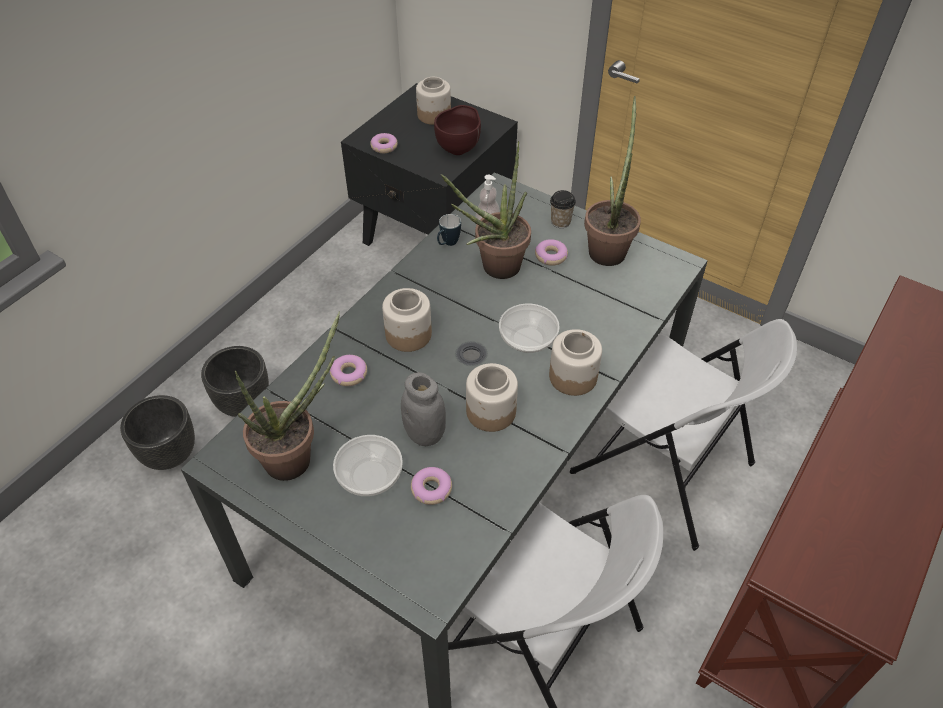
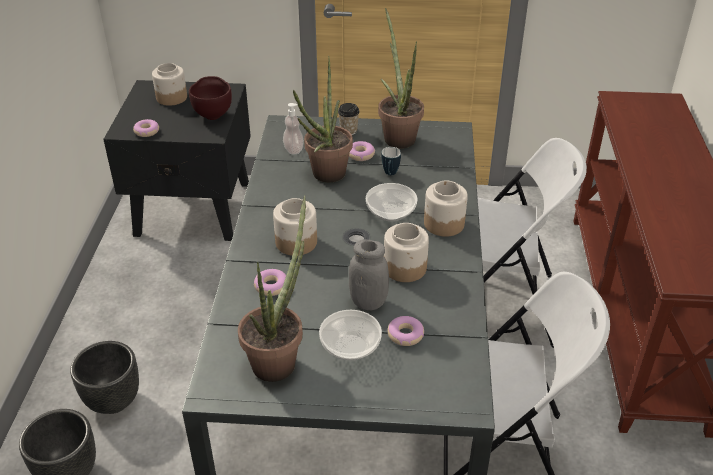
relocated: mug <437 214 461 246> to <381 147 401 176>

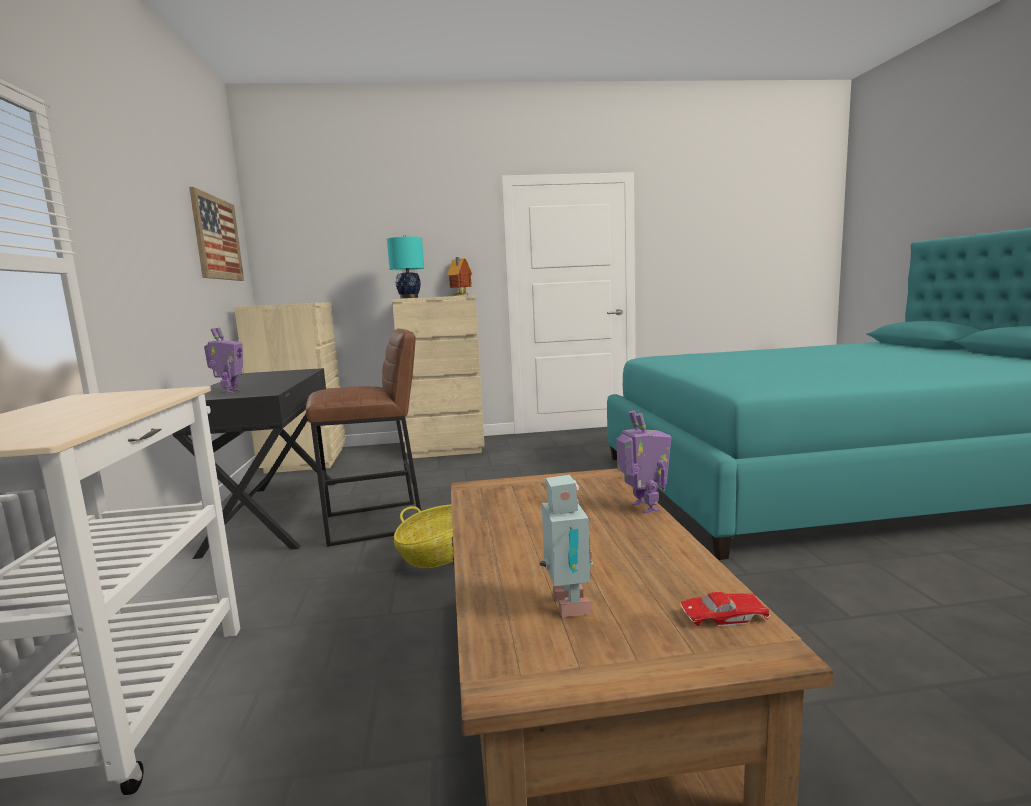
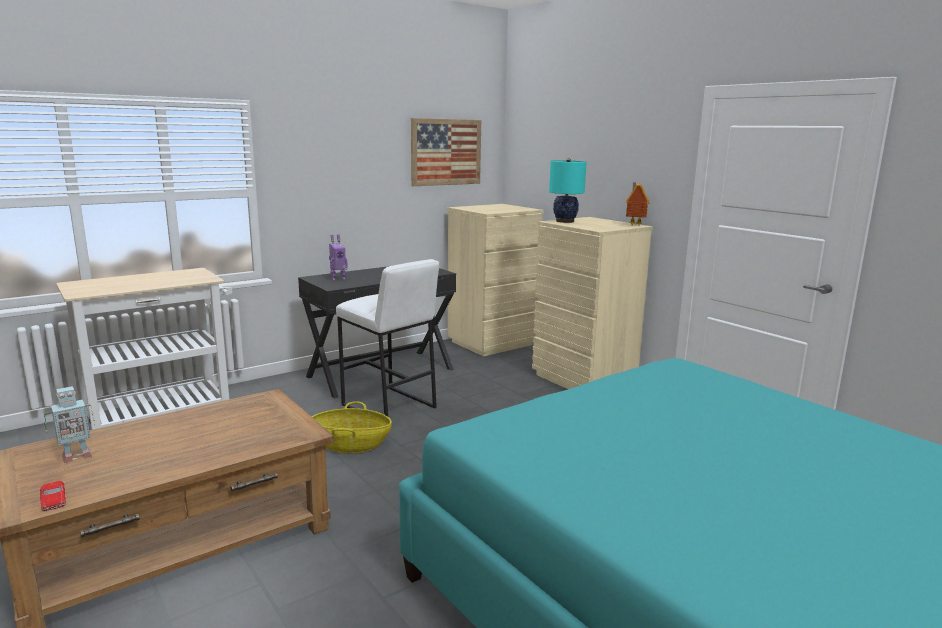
missing: toy robot <616 410 671 514>
colour: brown stool <306 328 421 547> to white stool <336 259 439 416>

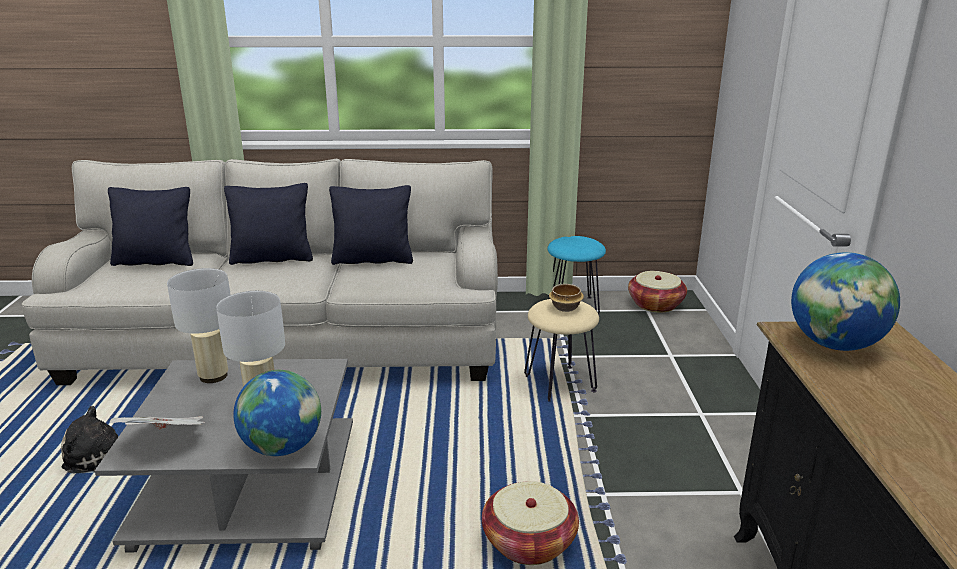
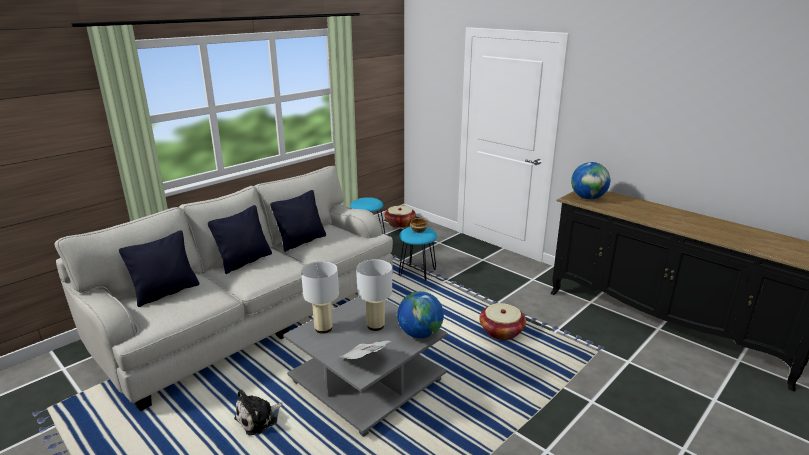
colour: beige stool <524 299 599 402> to turquoise stool <399 227 437 281>

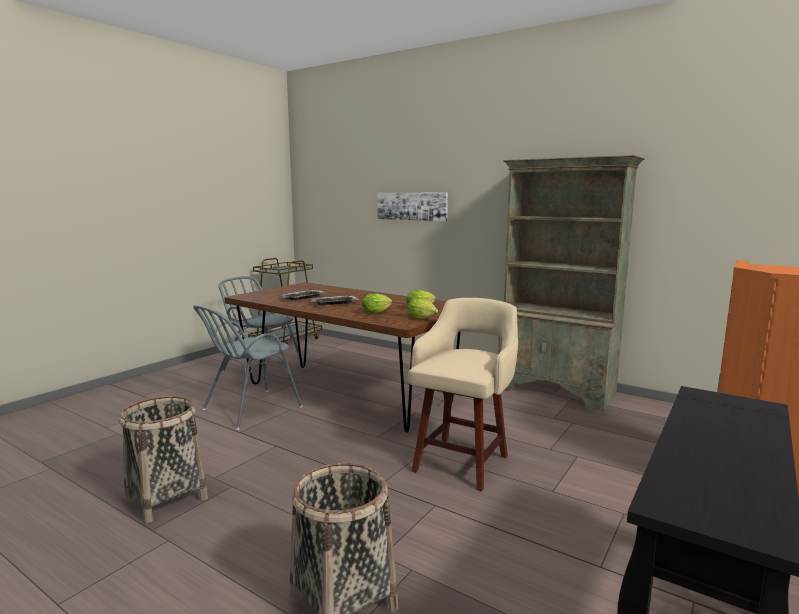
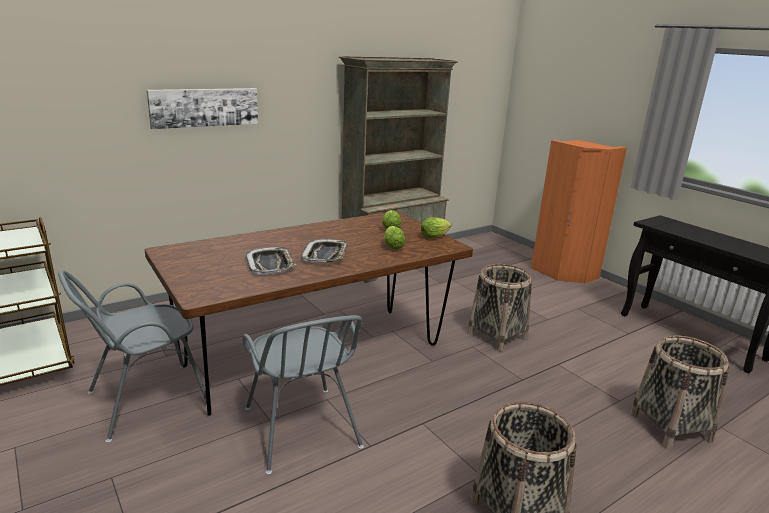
exchanged: beige stool <409 298 518 491> to basket <467 264 532 352>

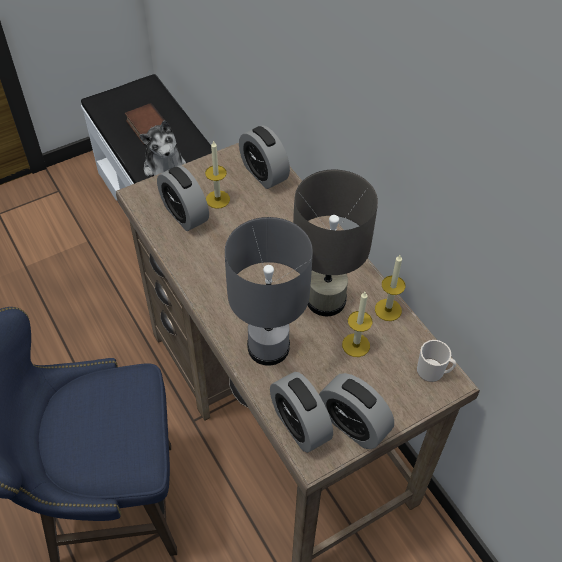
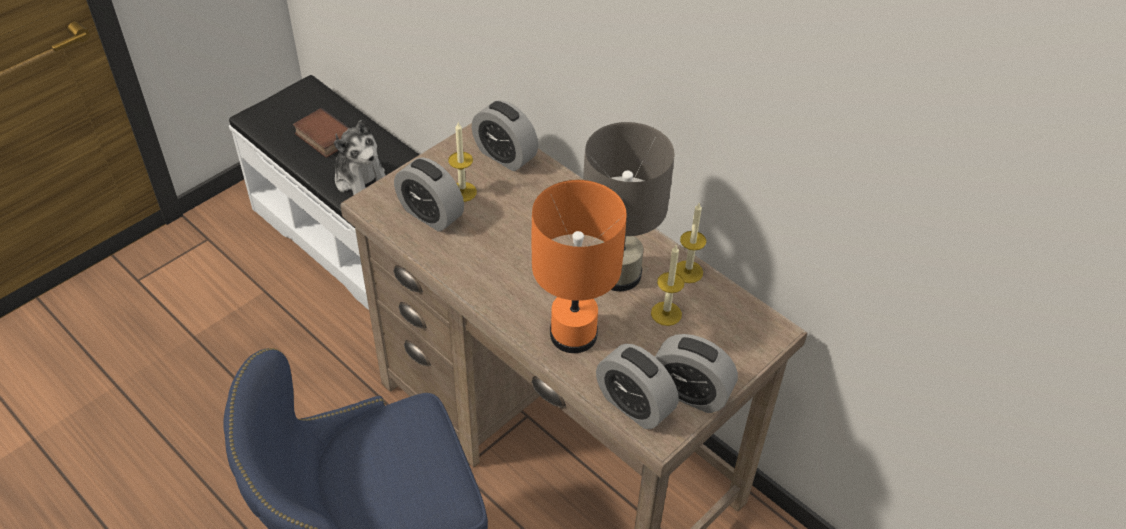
missing: mug <417 340 456 382>
colour: grey table lamp <225 217 313 366> to orange table lamp <532 180 626 353>

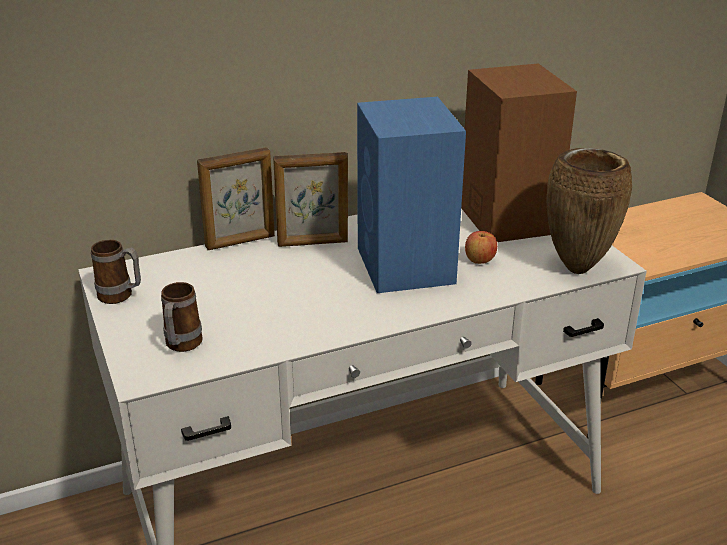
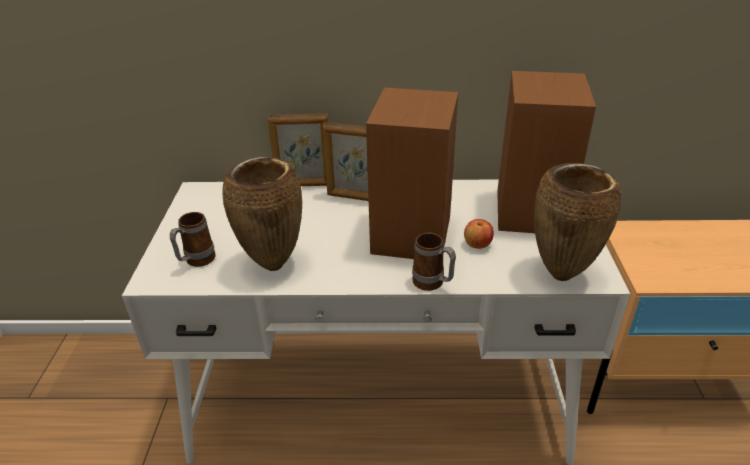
appeared: brown vase <222 157 302 271>
relocated: mug <91 240 141 304> to <412 233 456 291>
colour: blue speaker <357 97 466 293> to brown speaker <366 88 458 259>

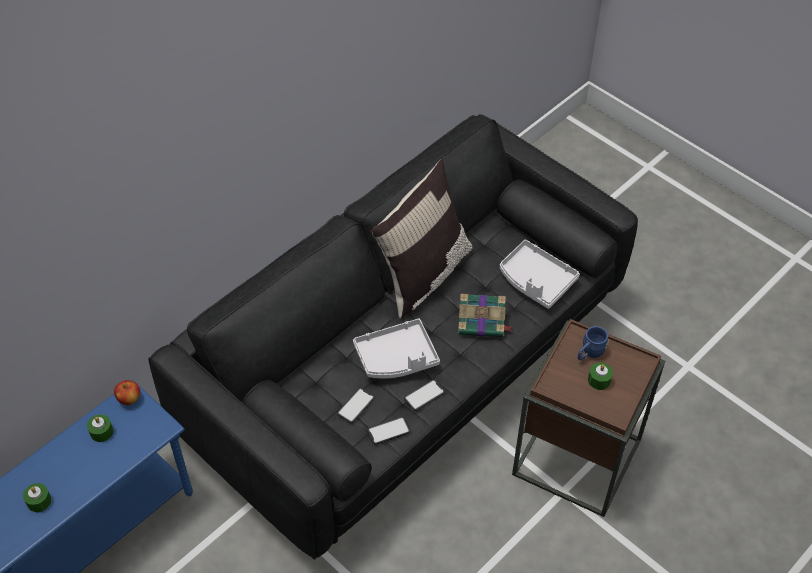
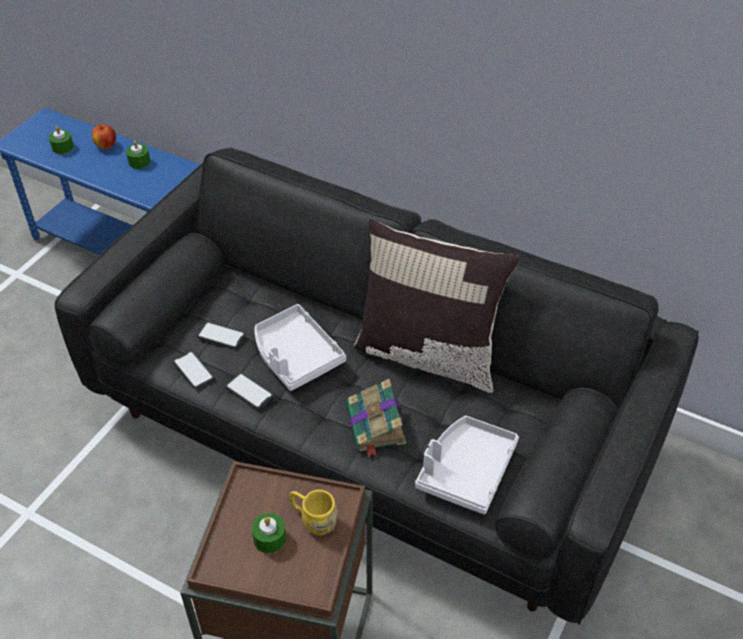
relocated: apple <114 380 140 405> to <92 124 116 149>
colour: blue mug <578 326 608 360> to yellow mug <289 490 338 536>

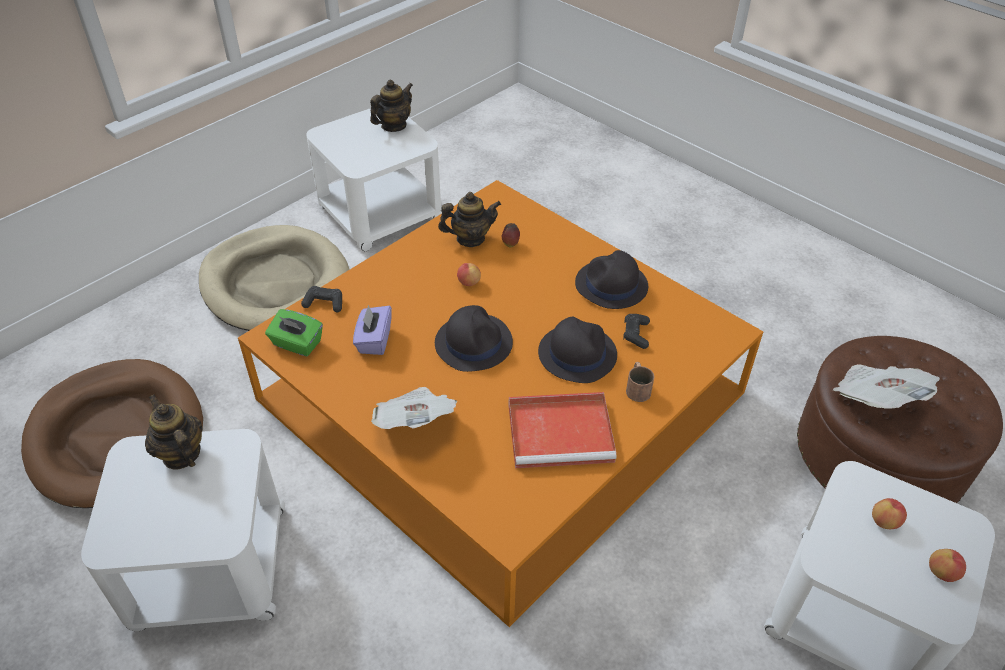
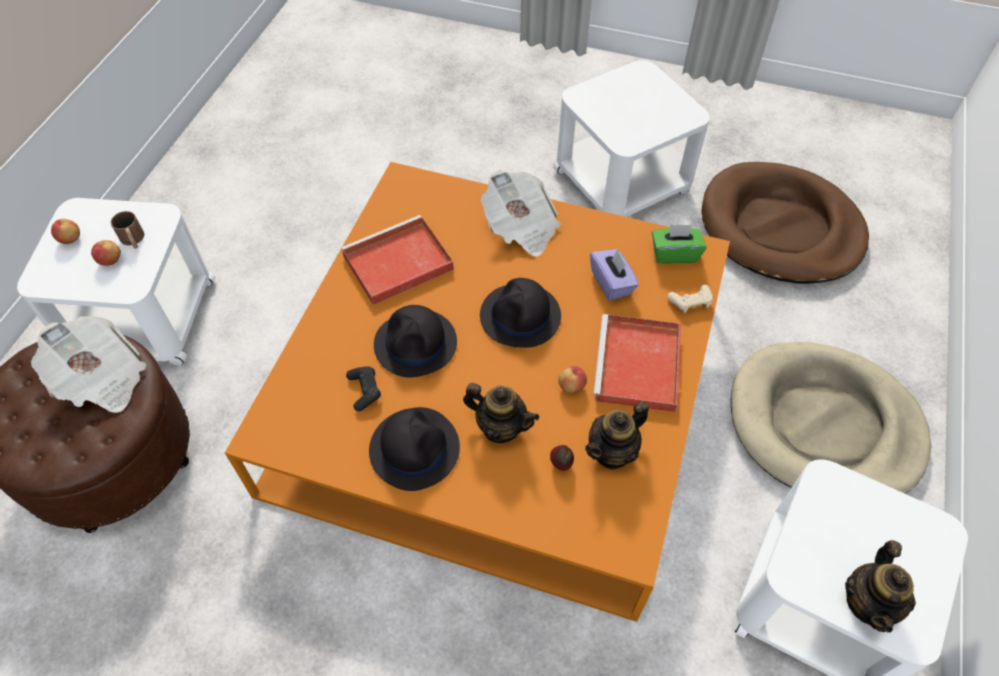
appeared: red tray <593 314 681 412>
relocated: brown mug <626 362 654 402> to <111 211 144 249>; teapot <145 394 203 470> to <463 383 539 443>
colour: black game controller <301 286 342 312> to beige game controller <667 285 713 313>

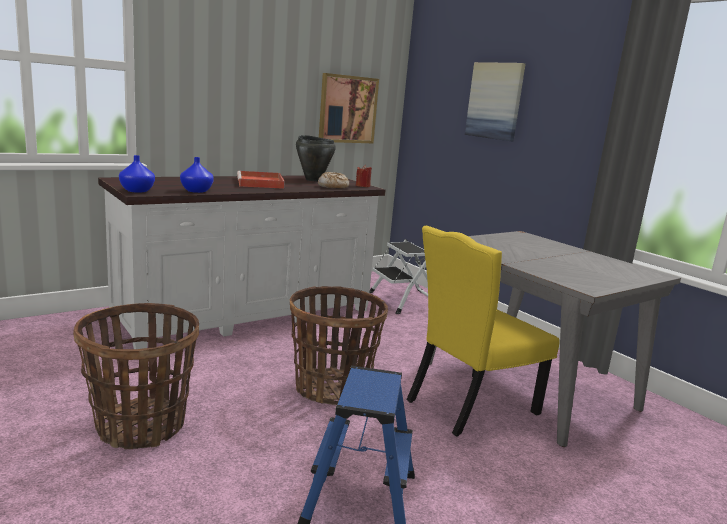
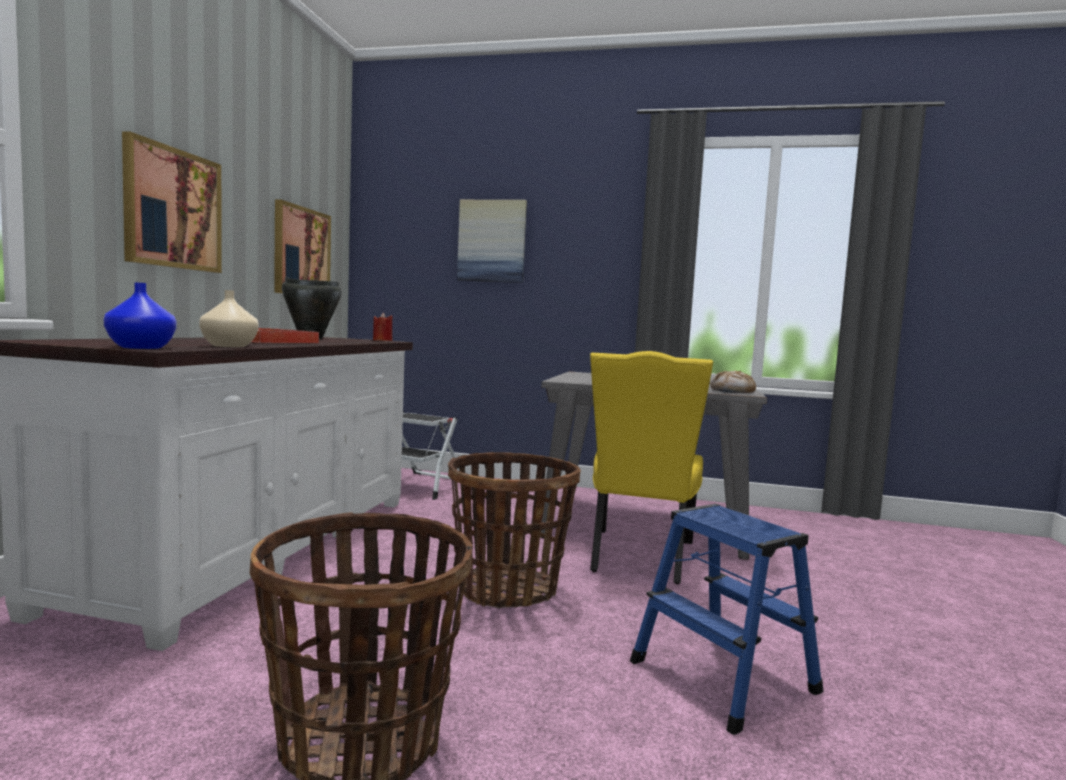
appeared: picture <122 131 222 273>
relocated: bread <318 172 349 189> to <711 370 756 393>
colour: blue vase <180 157 214 193> to beige vase <199 290 259 347>

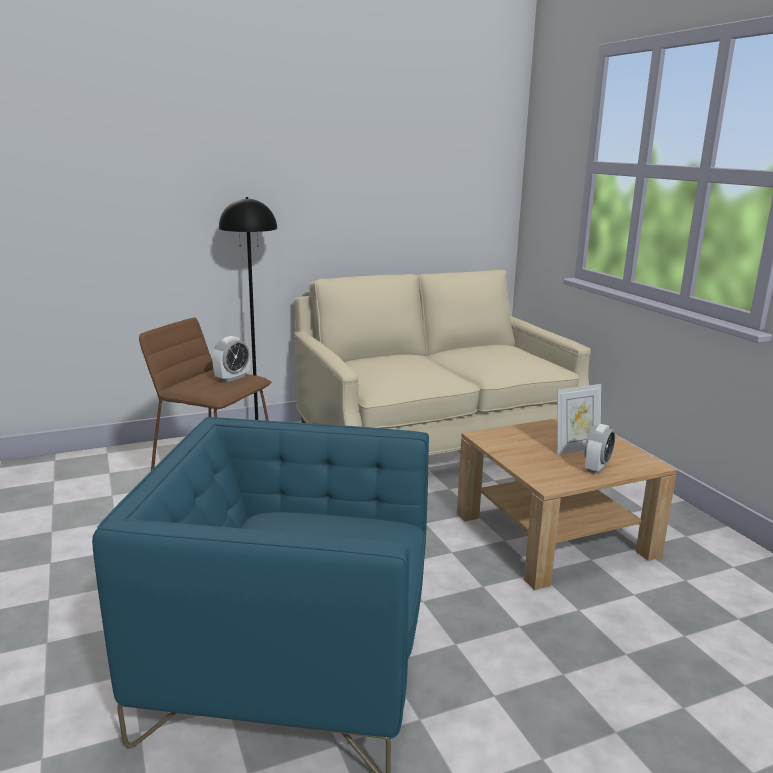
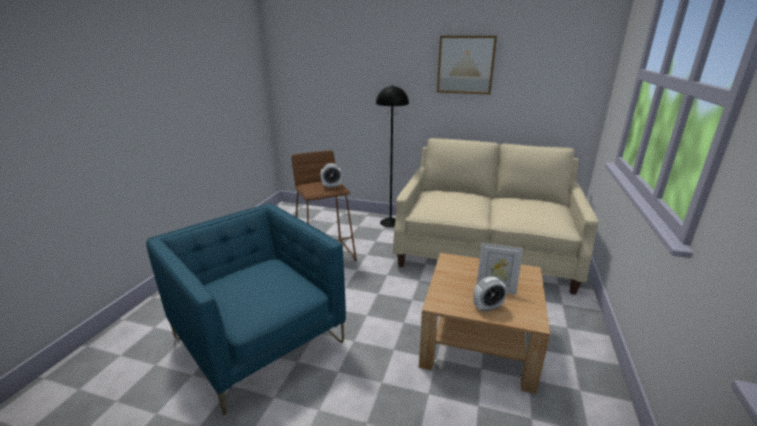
appeared: picture <437 36 497 94>

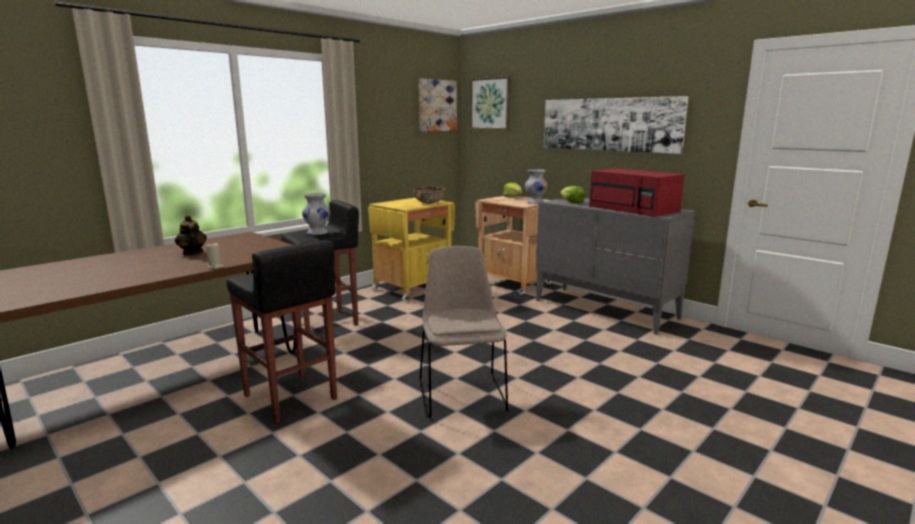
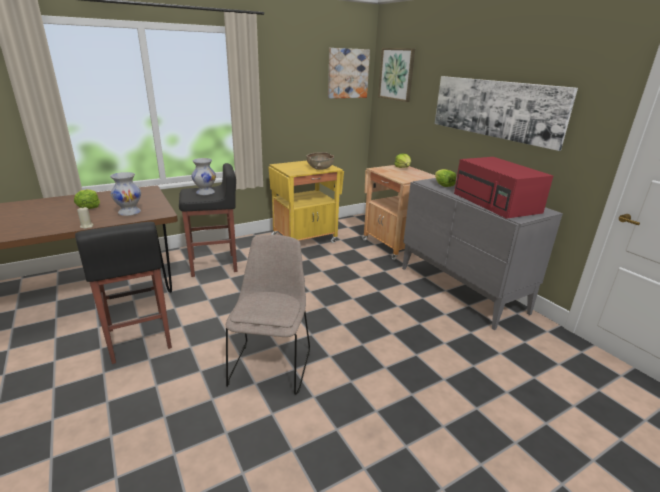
relocated: white vase <525 169 548 204> to <110 172 141 216>
exchanged: teapot <175 215 207 255> to lettuce <74 189 100 209>

